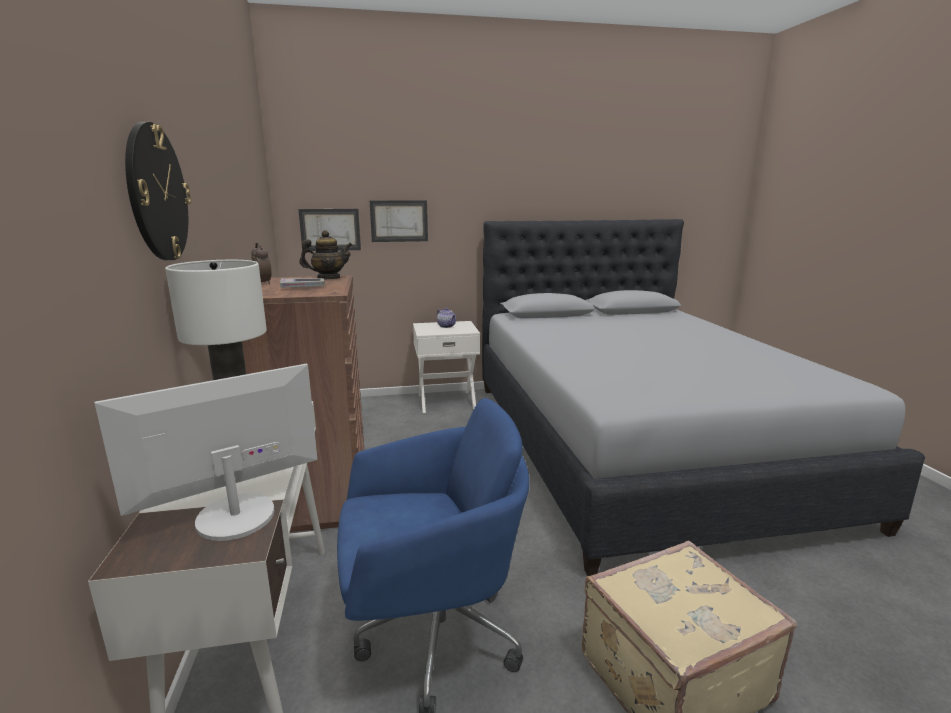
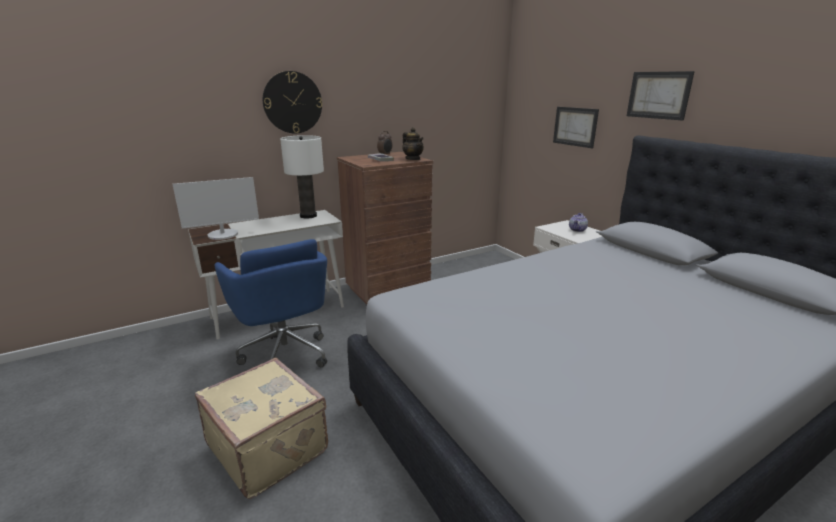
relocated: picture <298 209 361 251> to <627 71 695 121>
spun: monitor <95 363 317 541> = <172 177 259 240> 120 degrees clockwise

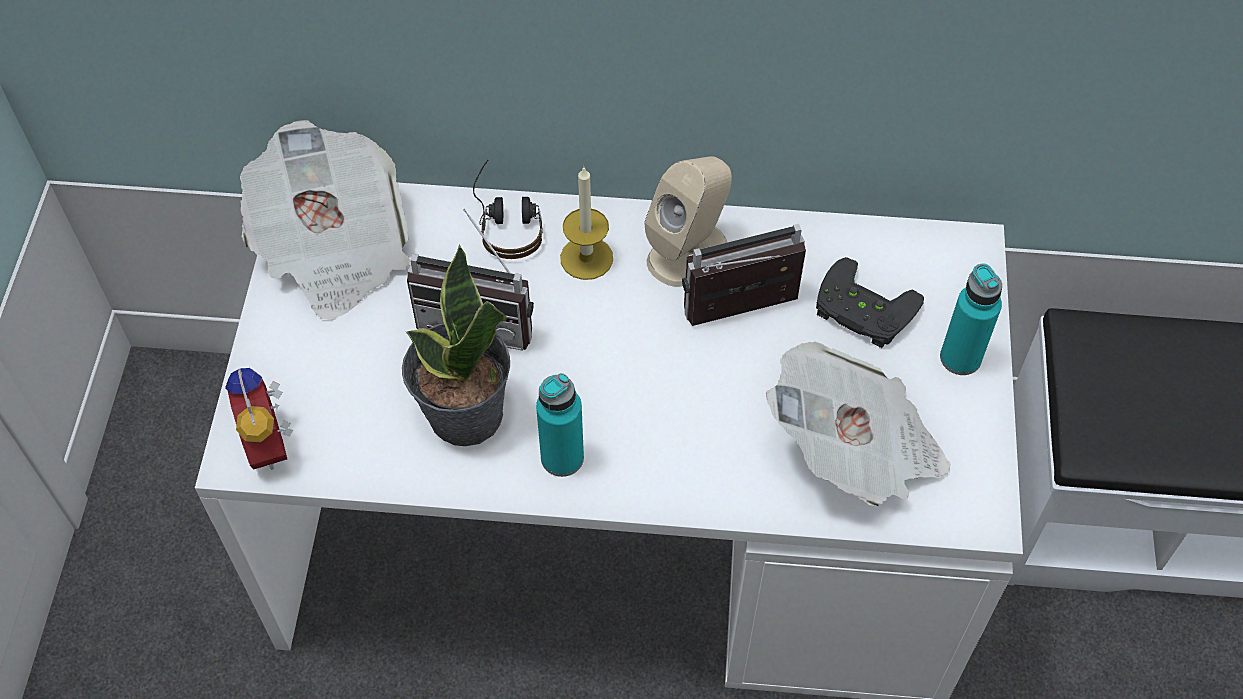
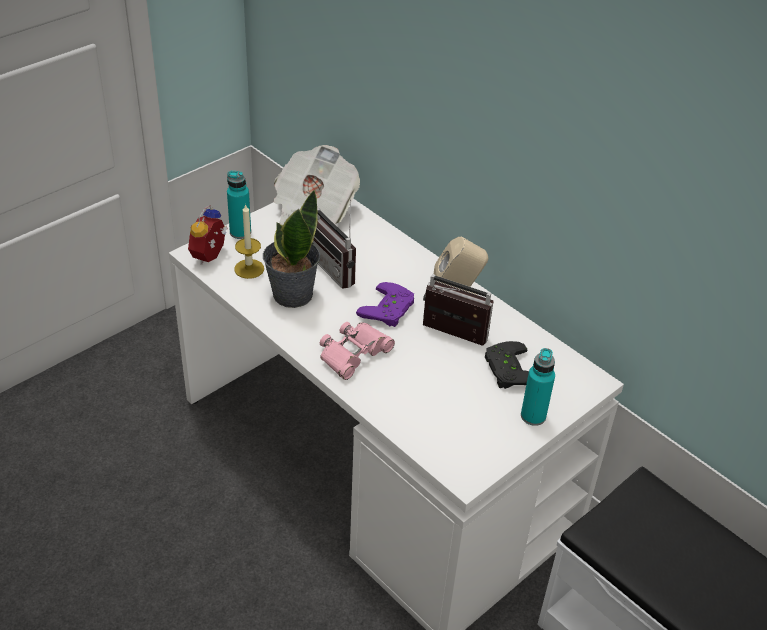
missing: headphones <473 160 543 259>; newspaper <766 342 951 506>
appeared: purple game controller <356 282 414 327>; pink binoculars <320 322 395 380>
relocated: candle <560 166 613 280> to <234 203 264 279>; turquoise bottle <536 373 584 477> to <227 171 251 239>

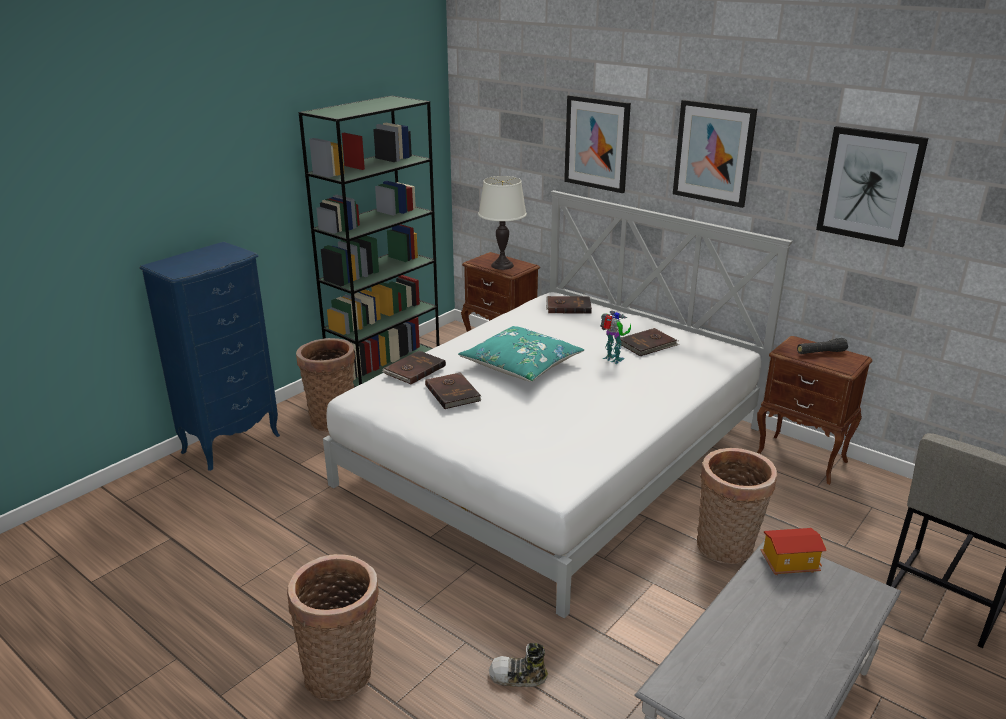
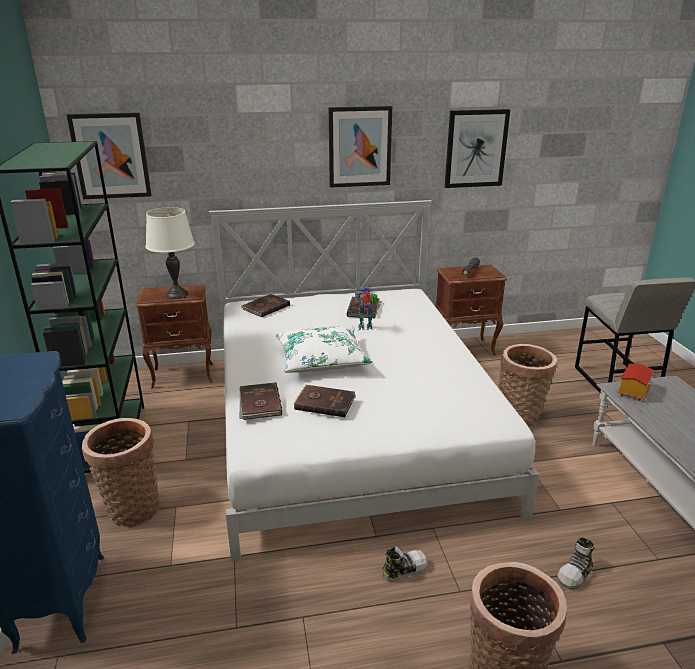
appeared: shoe <382 547 428 582>
relocated: picture <564 95 631 193> to <67 112 152 199>
colour: turquoise pillow <458 326 584 382> to white pillow <276 326 372 373>

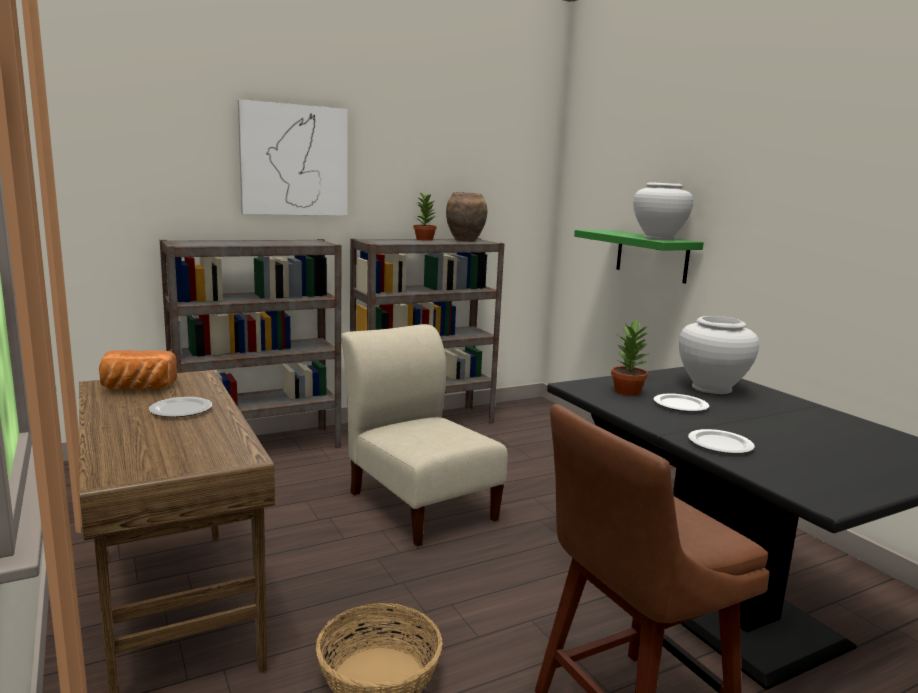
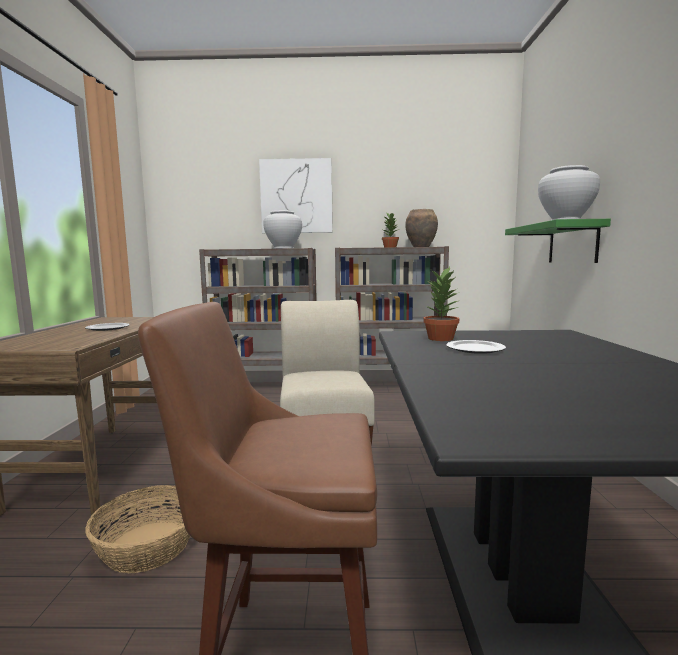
missing: bread <99 350 177 390>; plate <688 429 755 454>
relocated: white vase <679 316 759 394> to <263 210 302 249>

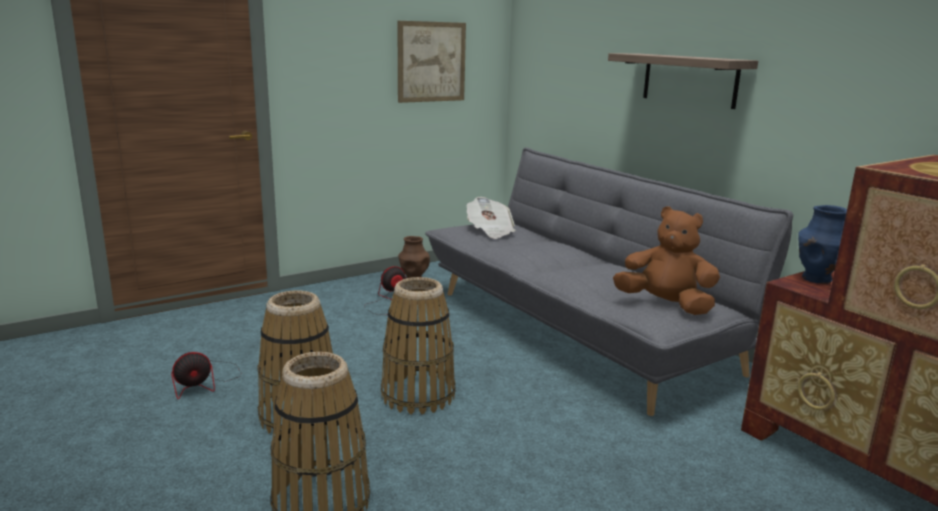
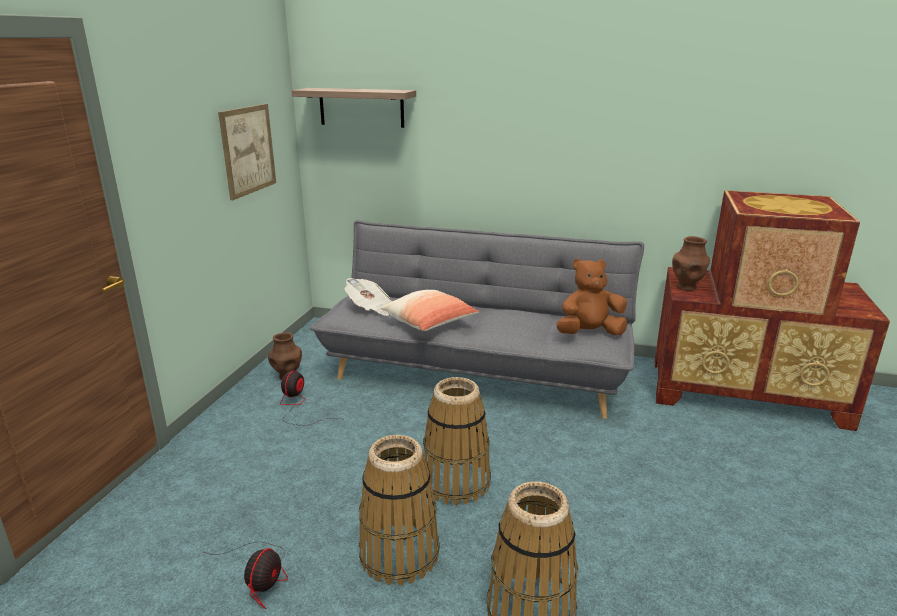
appeared: pillow <381 290 480 331>
relocated: shelf <608 53 758 109> to <291 88 416 128>
colour: blue vase <798 205 847 284> to brown vase <672 236 710 291>

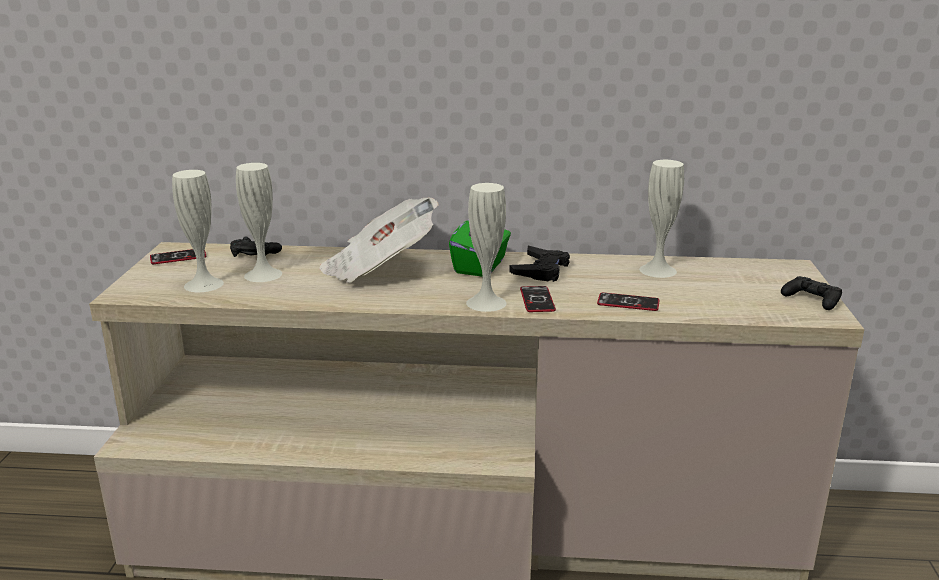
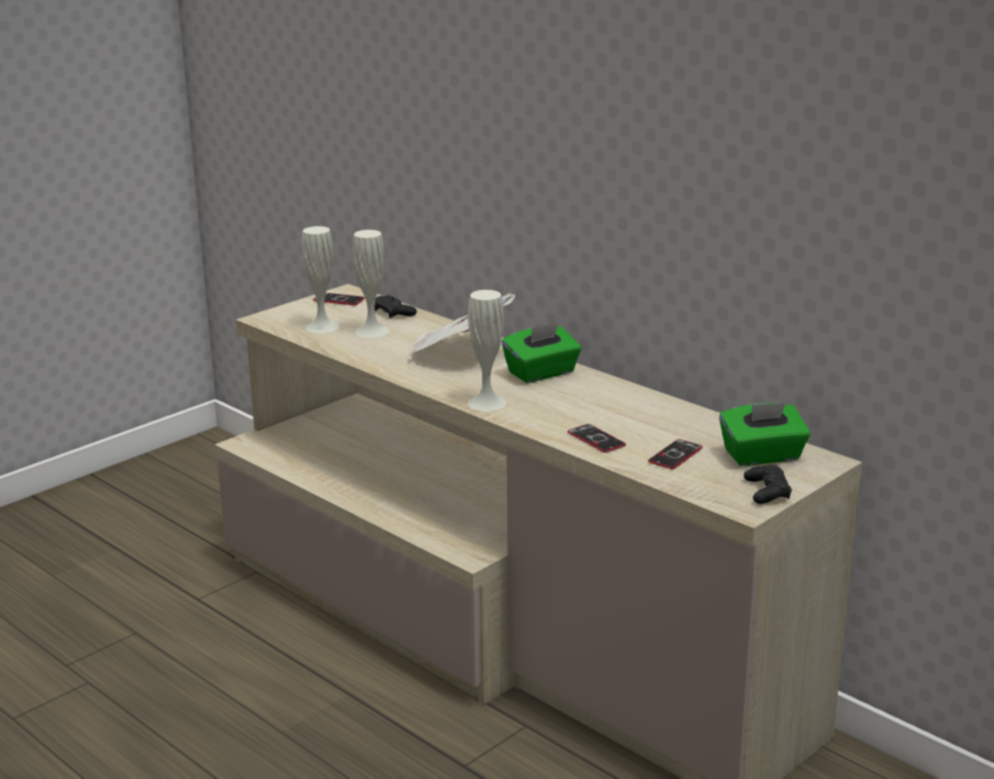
missing: white vase <639 160 684 278>; black game controller <509 245 570 282>
appeared: green tissue box <719 402 810 466>
relocated: phone <520 286 556 312> to <648 439 703 469>

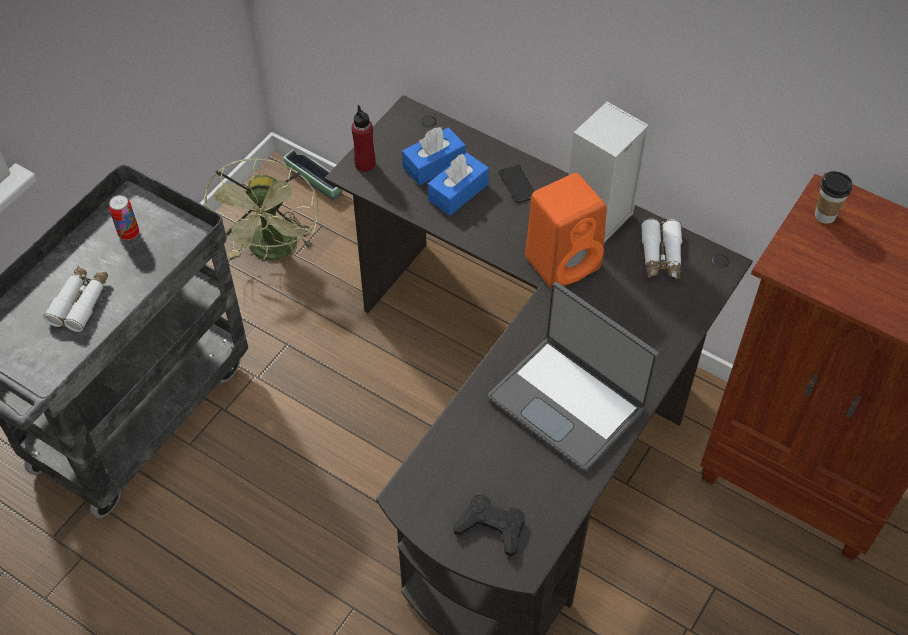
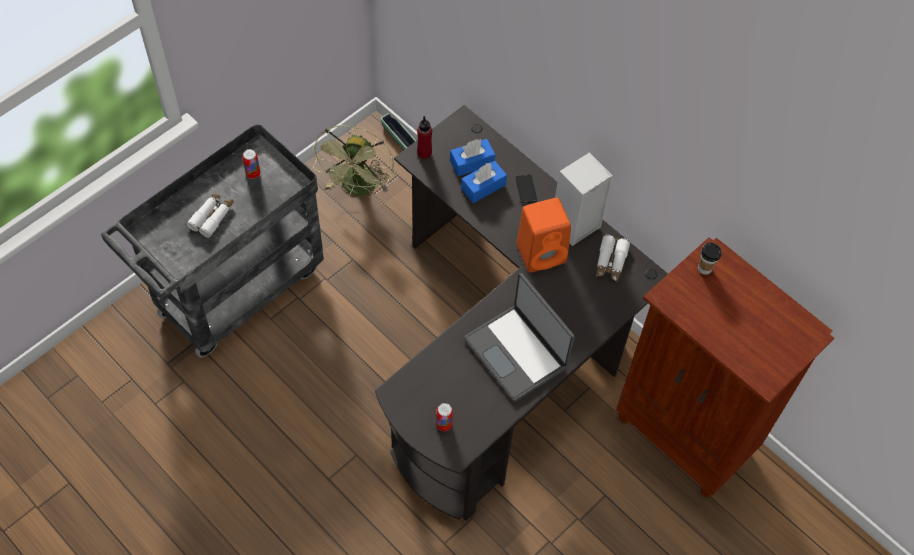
exchanged: black game controller <453 494 525 557> to can <436 403 453 431>

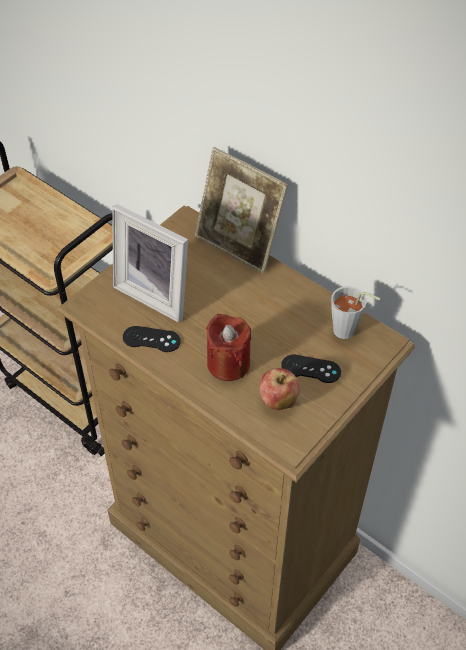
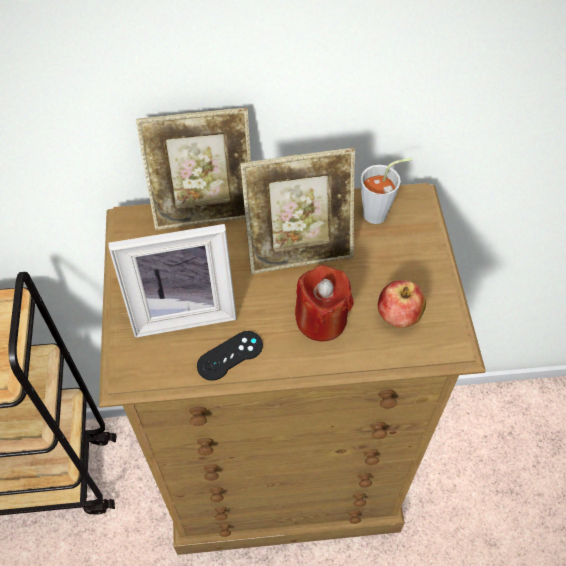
missing: black game controller <281 355 341 383>
appeared: picture frame <240 148 355 274>

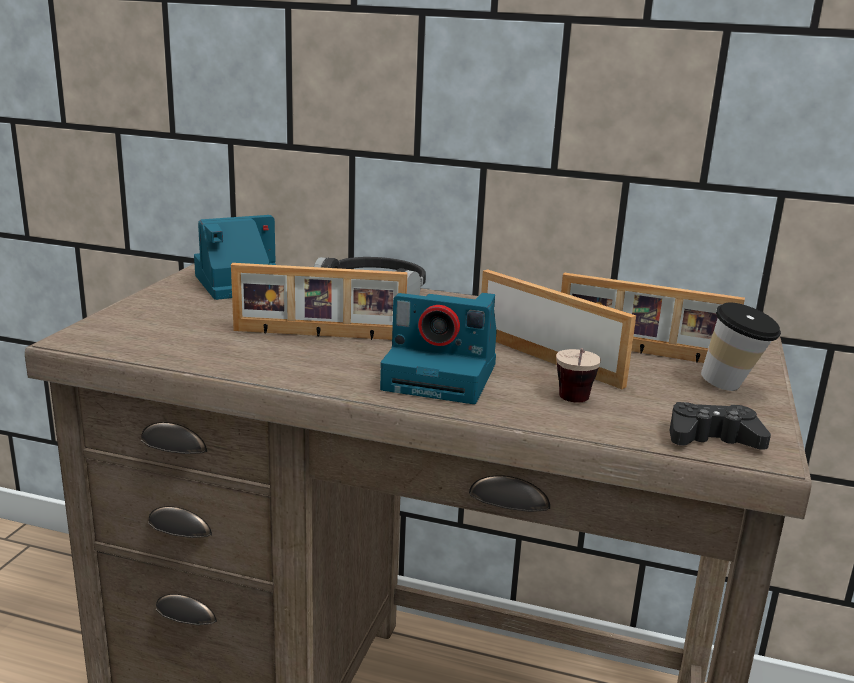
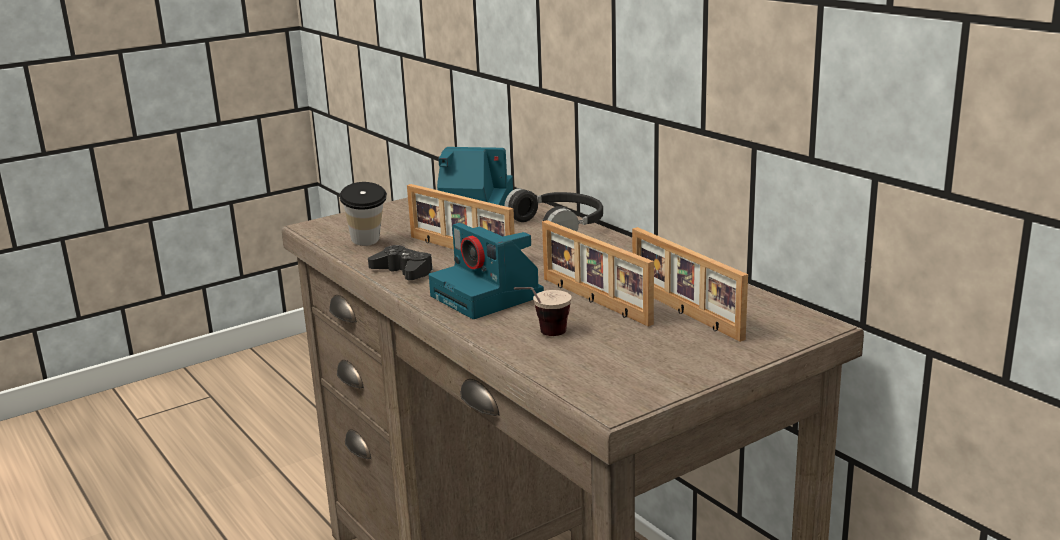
relocated: cup <701 303 781 391> to <339 182 387 246>; black game controller <669 402 771 450> to <368 245 433 280>
spun: picture frame <481 269 636 389> = <542 220 654 327> 150 degrees clockwise

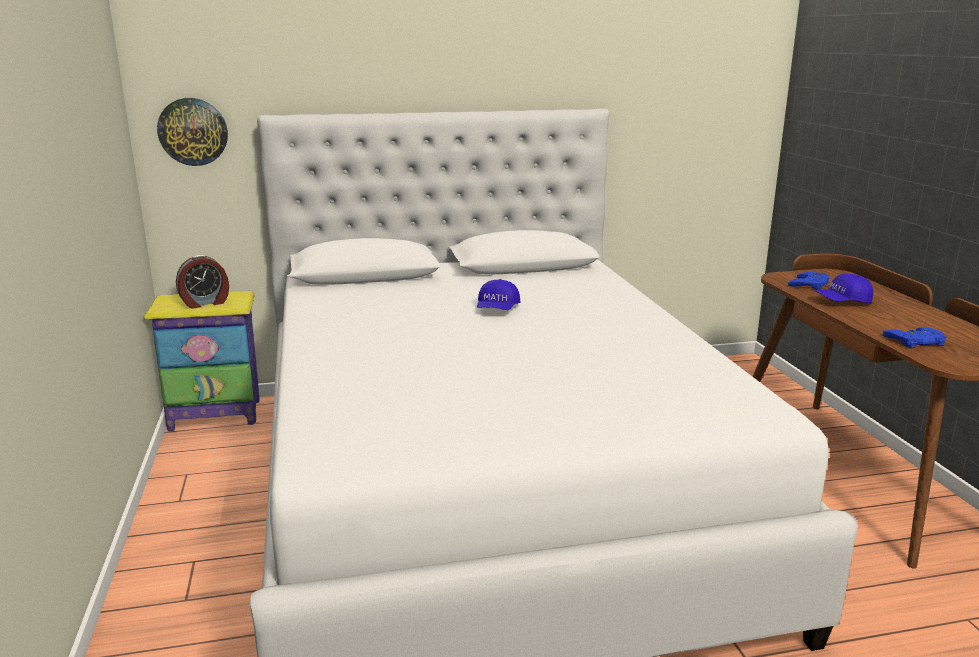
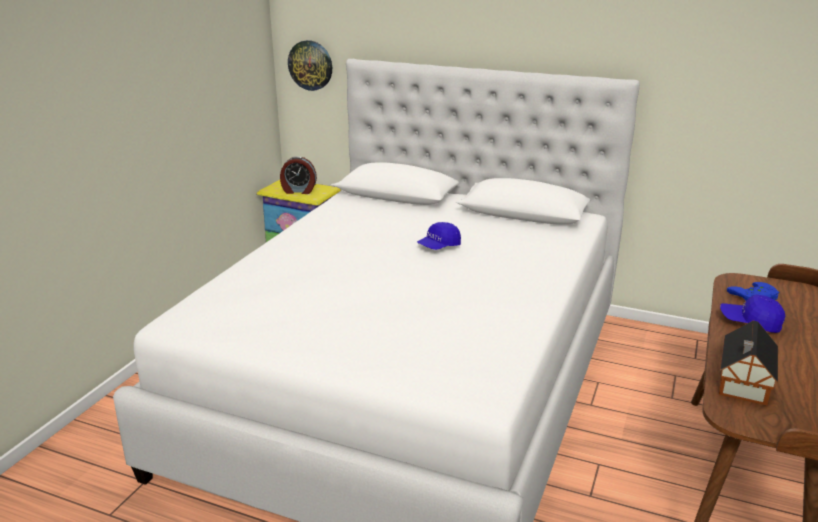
exchanged: blue game controller <883 327 946 348> to toy house <719 321 778 405>

